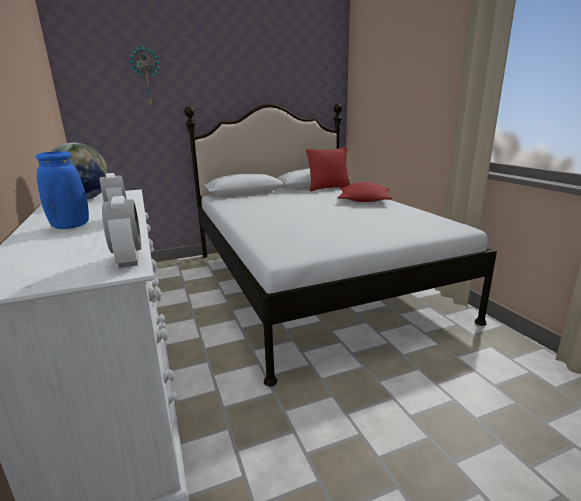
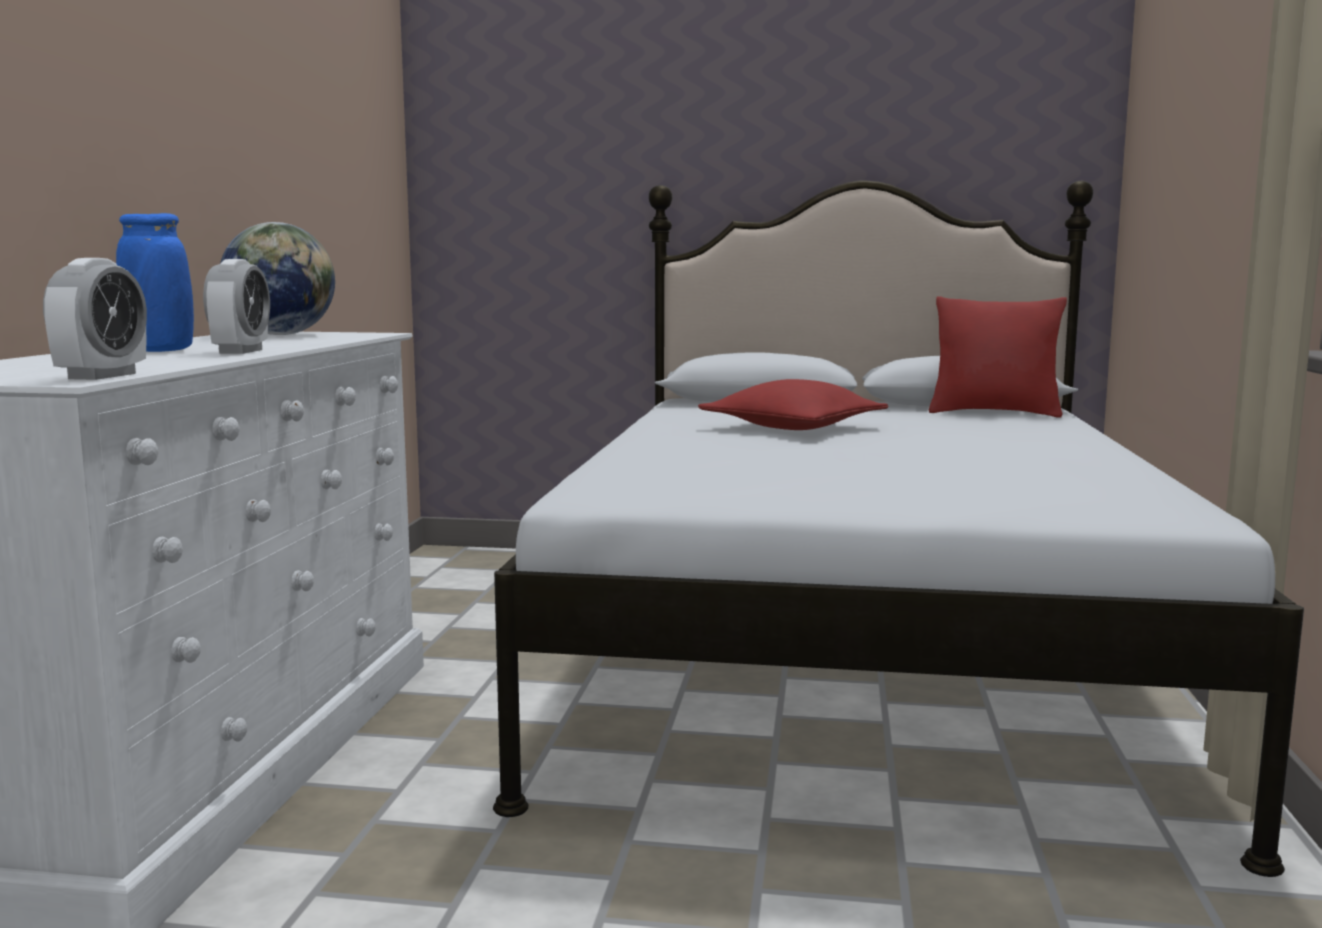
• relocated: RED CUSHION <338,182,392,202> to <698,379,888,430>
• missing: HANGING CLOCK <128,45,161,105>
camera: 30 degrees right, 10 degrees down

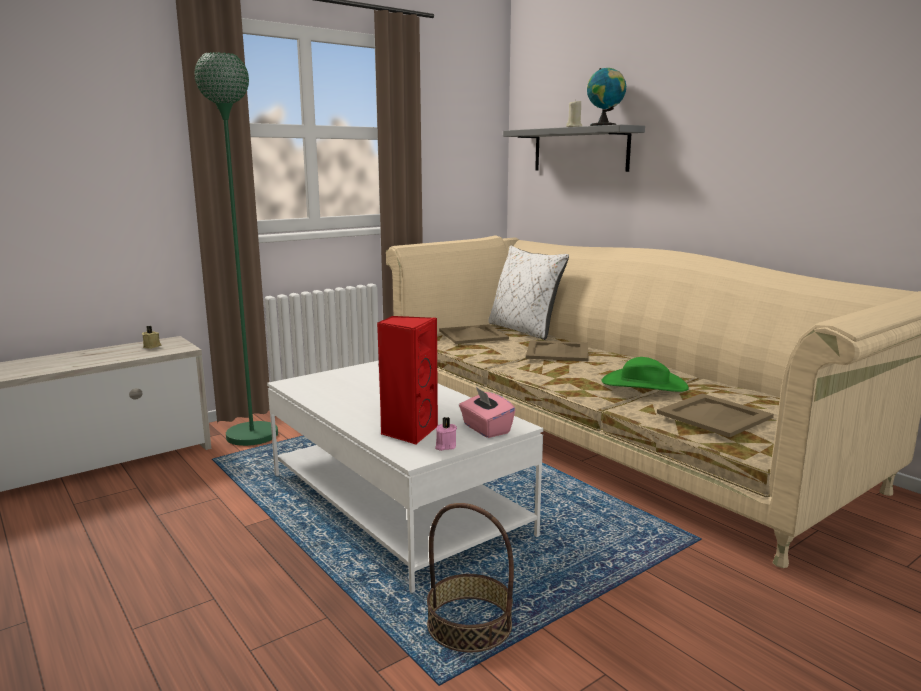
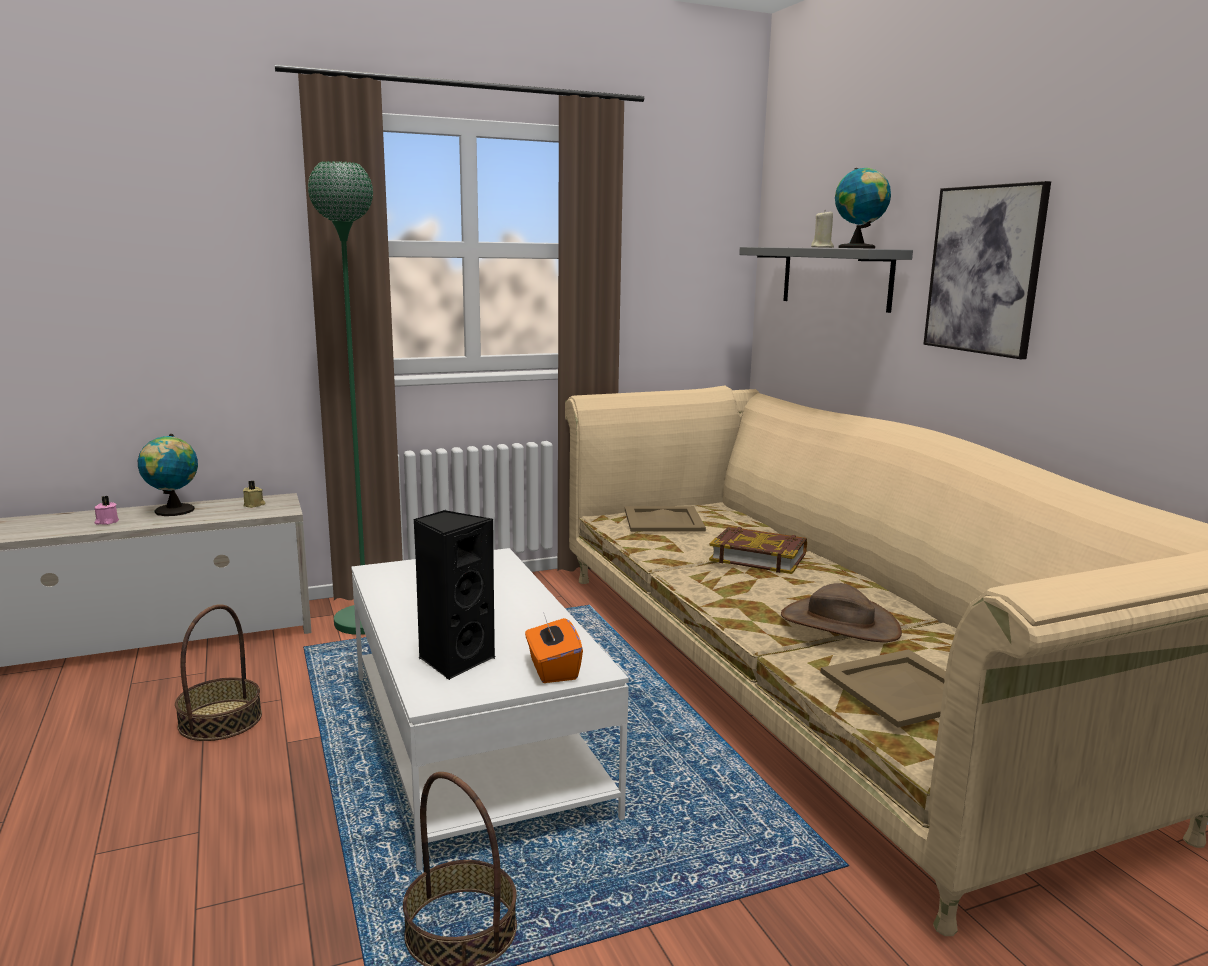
• relocated: PINKISH CANDLE <435,417,457,451> to <94,496,119,525>
• appeared: DESK GLOBE <138,434,198,516>
• appeared: STORAGE BASKET <175,604,262,741>
• colour: RED LOUDSPEAKER <377,316,438,445> to BLACK LOUDSPEAKER <414,510,495,680>
• colour: PINKISH TISSUE HOLDER <459,387,515,438> to ORANGE-COLOURED TISSUE HOLDER <525,612,583,683>
• exchanged: BEIGE CARRYING TRAY <526,340,588,361> to BOUND BOOK <709,526,807,574>
• colour: GREEN-COLOURED WEARABLE HAT <602,357,689,392> to BROWN WEARABLE HAT <781,583,902,642>
• appeared: PICTURE <923,181,1051,359>
• missing: WHITISH CUSHION <488,245,569,340>
camera: 15 degrees right, 0 degrees up

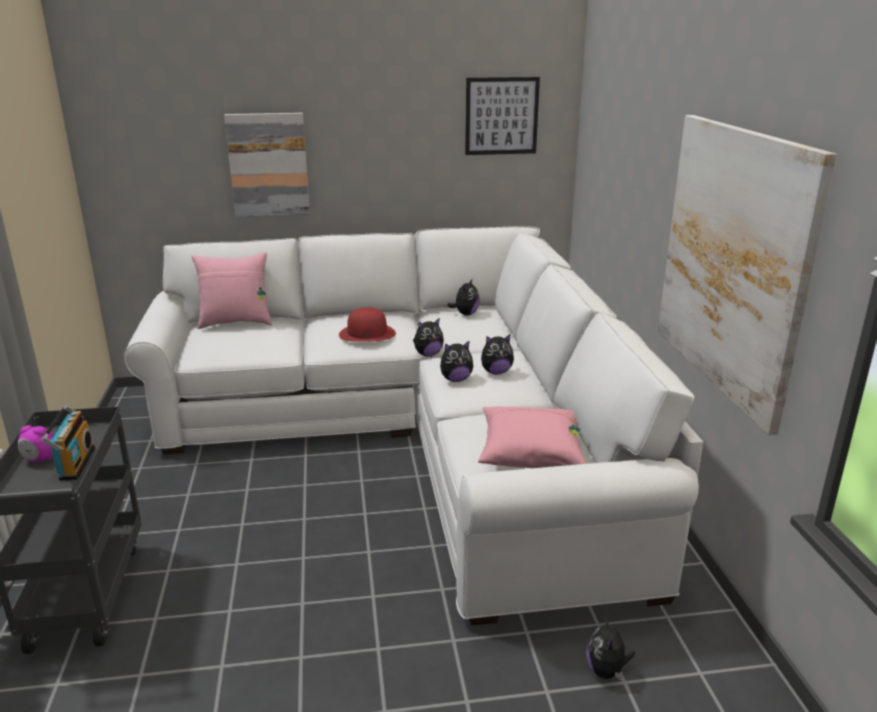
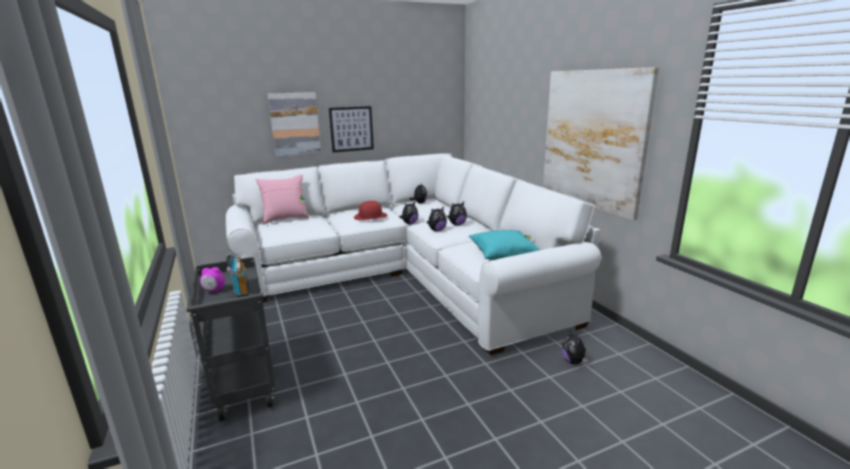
• relocated: PICTURE <465,77,540,155> to <329,106,374,153>
• colour: PINKISH CUSHION <478,406,586,468> to TURQUOISE CUSHION <469,230,540,260>
camera: 15 degrees left, 5 degrees down

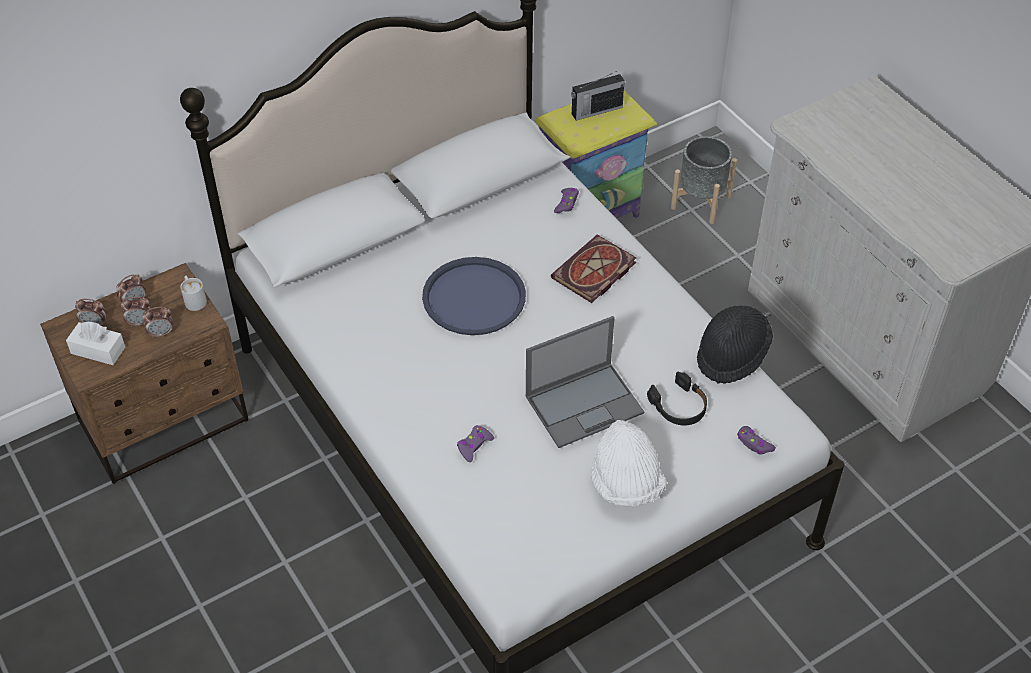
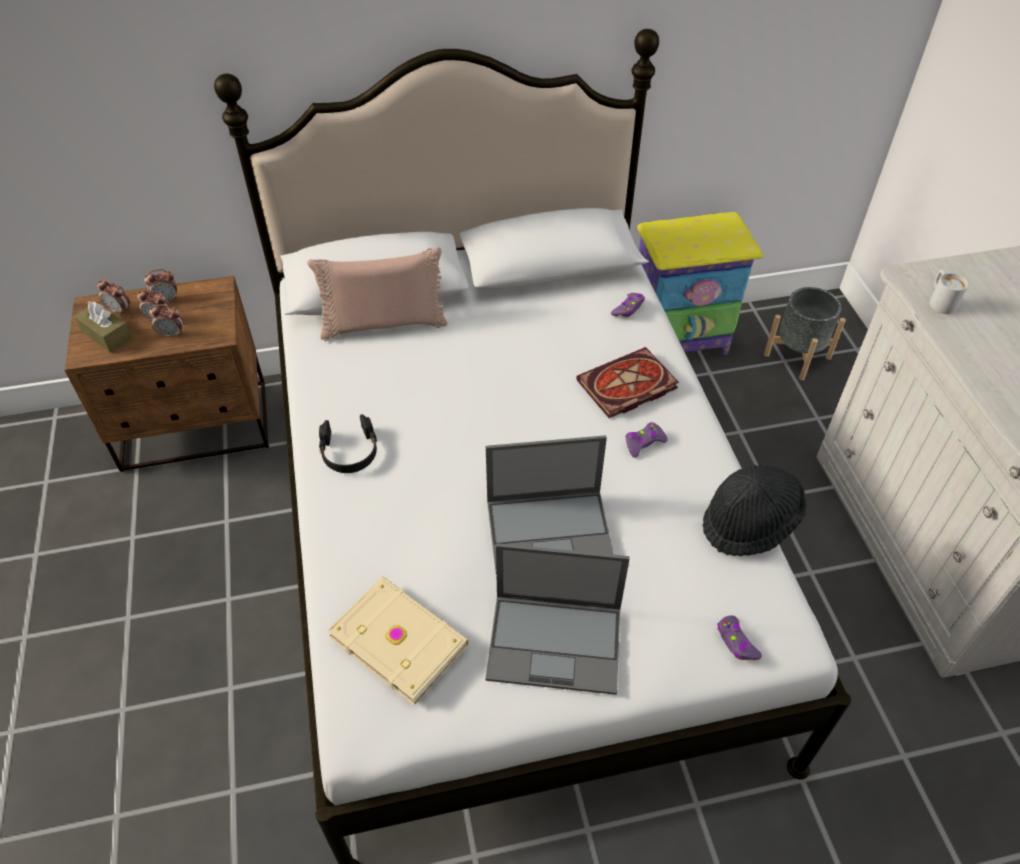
• colour: WHITISH TISSUE HOLDER <66,321,125,365> to BROWN TISSUE HOLDER <74,302,133,353>
• appeared: BEIGE CUSHION <307,247,447,342>
• relocated: BLACK PAIR OF HEADPHONES <647,371,707,426> to <319,414,377,473>
• appeared: BEIGE BOUND BOOK <327,576,469,705>
• exchanged: WHITISH WEARABLE HAT <590,420,667,506> to PORTABLE COMPUTER <485,543,630,695>
• relocated: PURPLE GAMEPAD <457,425,494,462> to <625,422,668,458>
• relocated: WHITISH COFFEE MUG <180,276,207,311> to <929,270,969,314>
• missing: BLUE-COLOURED CARRYING TRAY <422,257,526,335>
• missing: RADIO RECEIVER <571,73,625,121>
camera: 20 degrees right, 0 degrees up

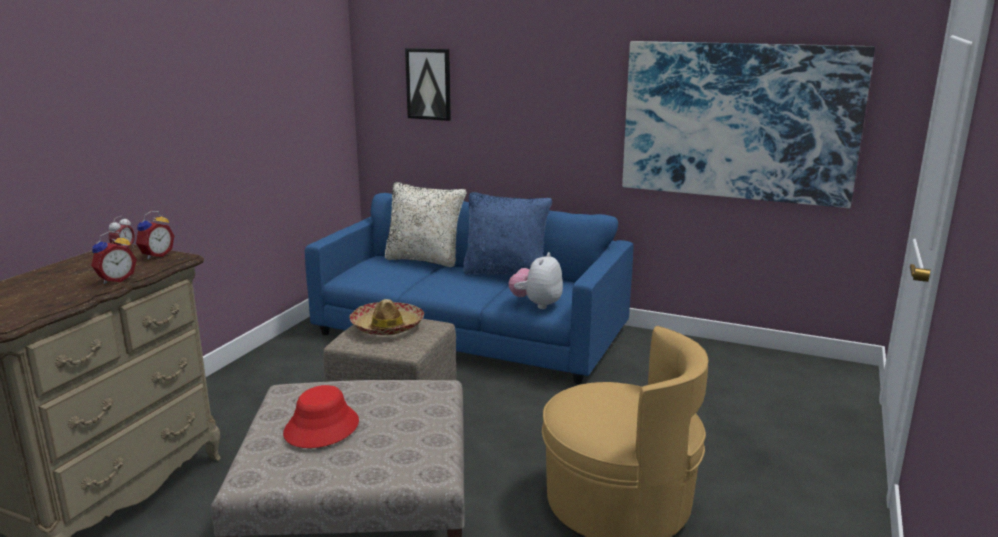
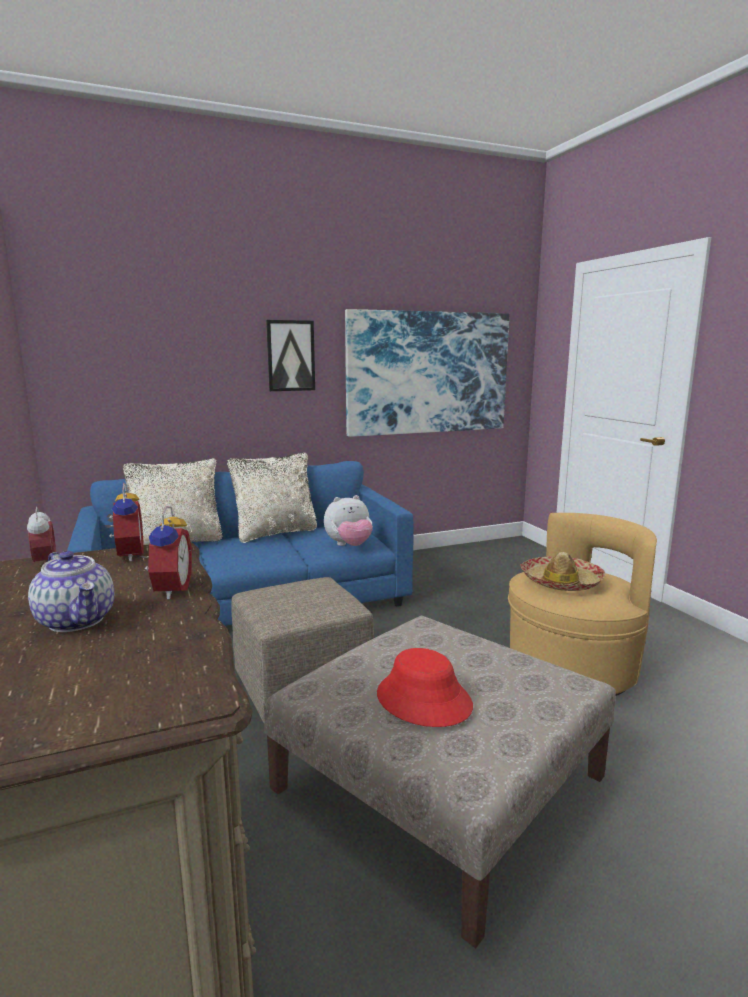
• appeared: TEAPOT <28,551,114,632>
• colour: BLUE-COLOURED CUSHION <463,192,553,275> to BEIGE CUSHION <227,452,317,543>
• relocated: PICTURE <405,48,451,121> to <266,320,315,391>
• spun: CUDDLY TOY <509,252,563,309> = <324,495,373,546> 90 degrees counterclockwise
• relocated: WEARABLE HAT <350,299,424,335> to <520,552,605,591>
camera: 45 degrees left, 5 degrees down

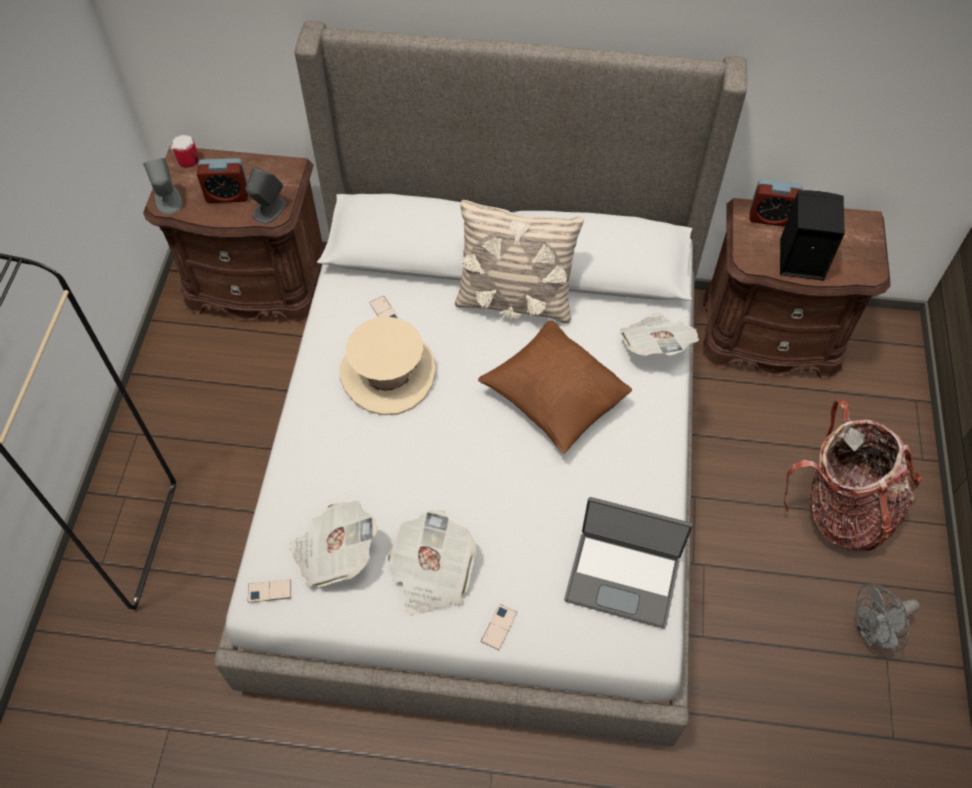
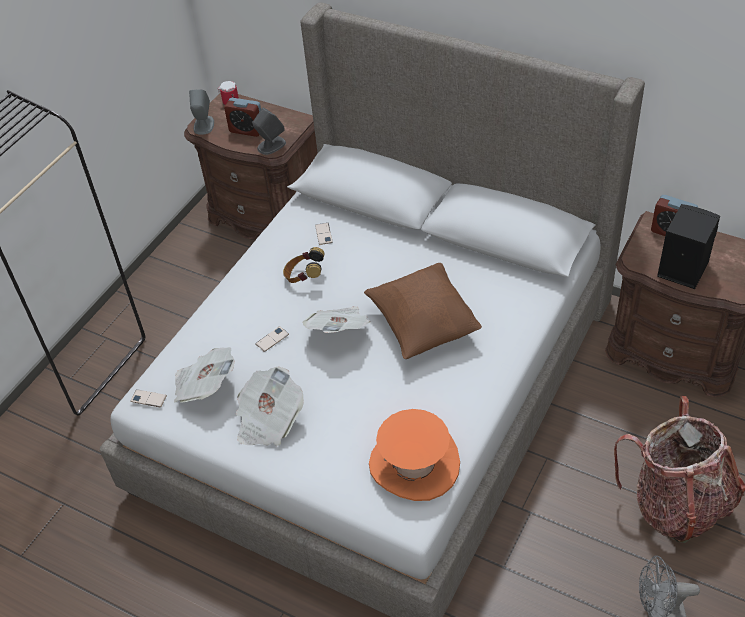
• relocated: TELEPHONE <481,604,517,650> to <255,326,289,352>
• exchanged: BEIGE WEARABLE HAT <339,317,436,415> to PAIR OF HEADPHONES <283,247,325,283>
• relocated: DAILY PAPER <620,313,699,356> to <303,306,371,333>
• exchanged: PORTABLE COMPUTER <564,497,693,628> to ORANGE-COLOURED WEARABLE HAT <369,409,460,501>
• missing: BEIGE CUSHION <455,200,584,324>
camera: 25 degrees right, 10 degrees down

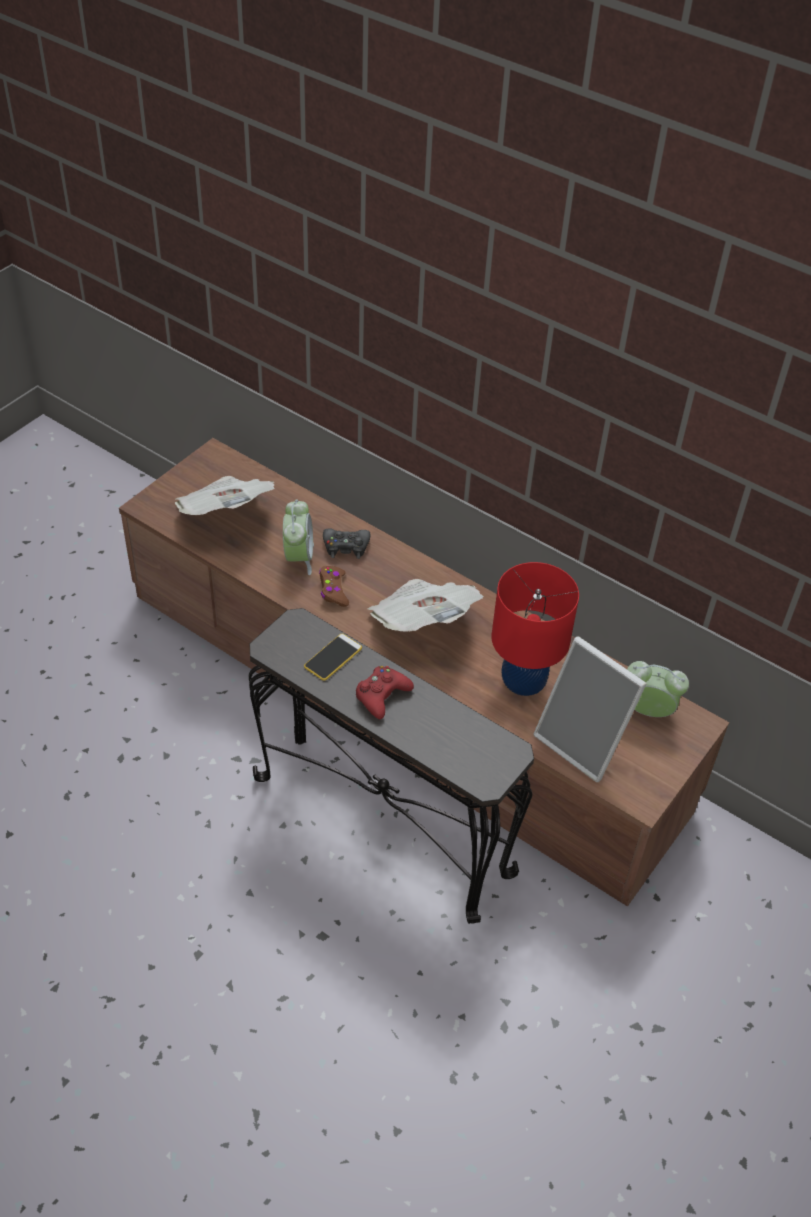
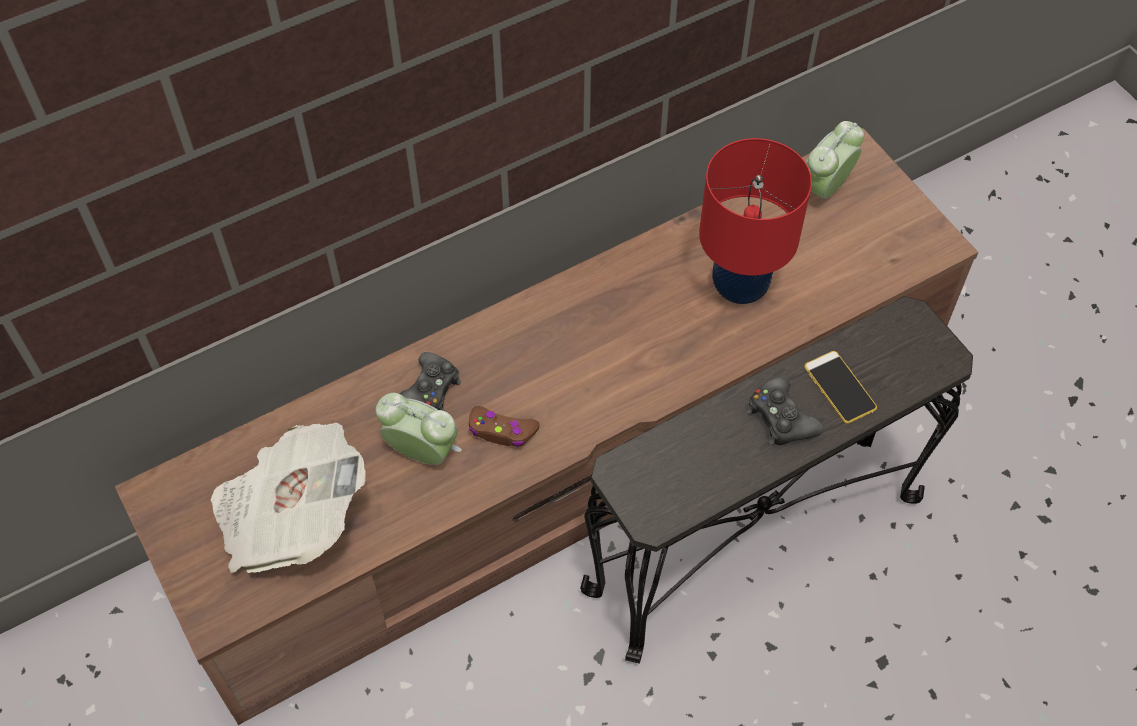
• colour: RED GAMEPAD <356,666,414,719> to BLACK GAMEPAD <747,376,824,445>
• relocated: TELEPHONE <304,634,362,681> to <804,351,877,424>
• missing: DAILY PAPER <367,579,483,632>
• missing: STANDING FRAME <533,636,646,782>
camera: 65 degrees left, 10 degrees up

